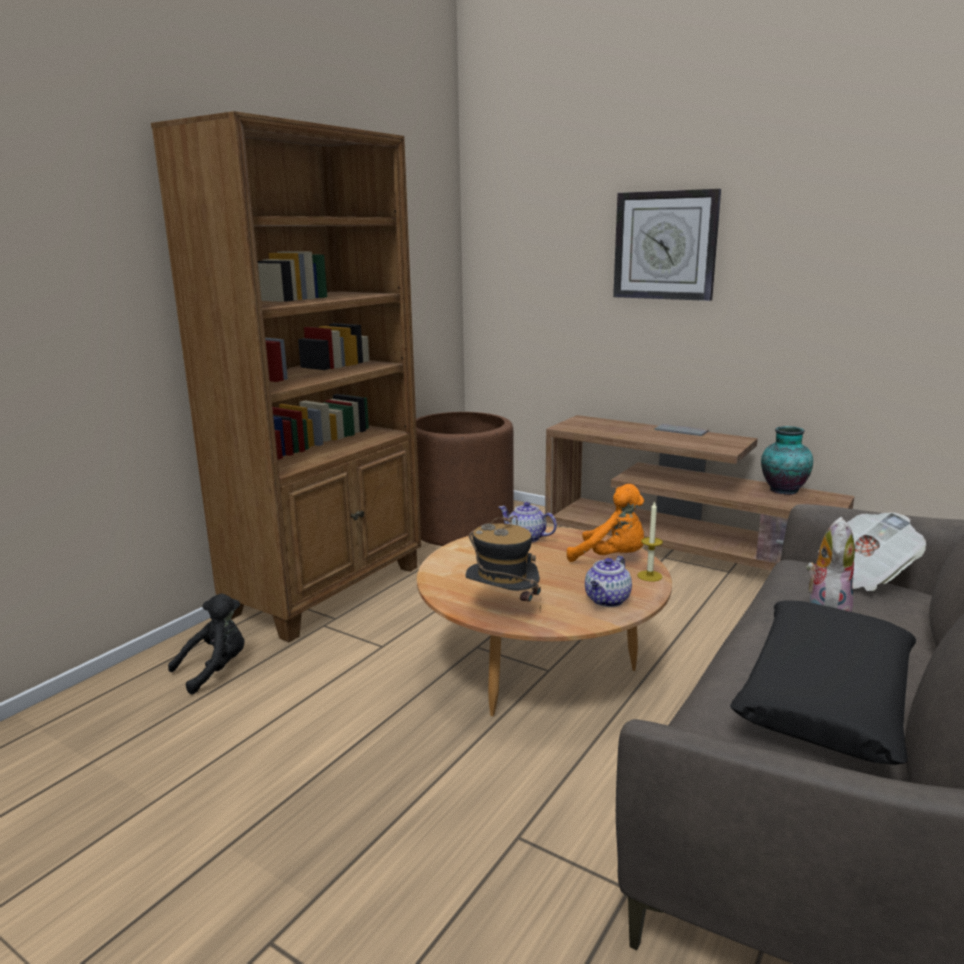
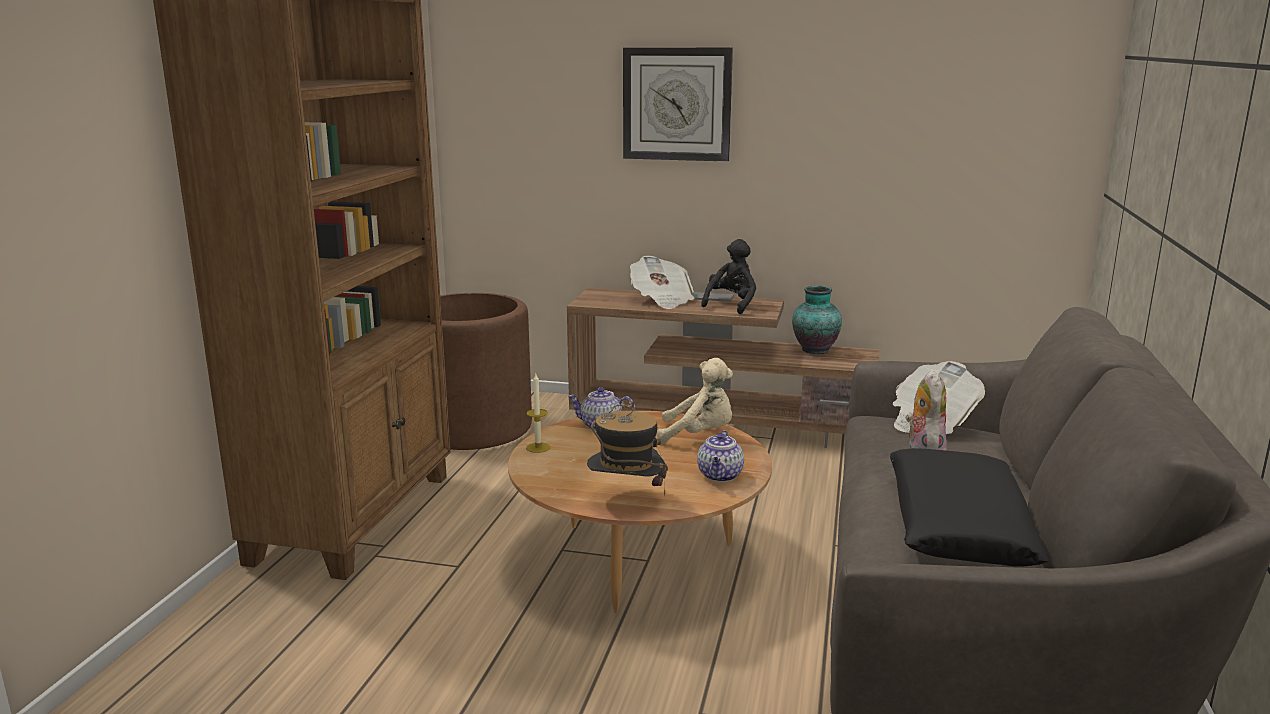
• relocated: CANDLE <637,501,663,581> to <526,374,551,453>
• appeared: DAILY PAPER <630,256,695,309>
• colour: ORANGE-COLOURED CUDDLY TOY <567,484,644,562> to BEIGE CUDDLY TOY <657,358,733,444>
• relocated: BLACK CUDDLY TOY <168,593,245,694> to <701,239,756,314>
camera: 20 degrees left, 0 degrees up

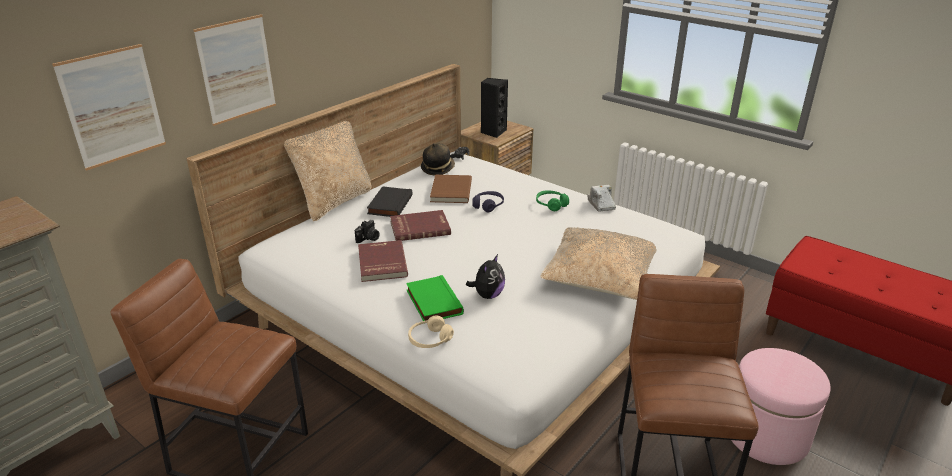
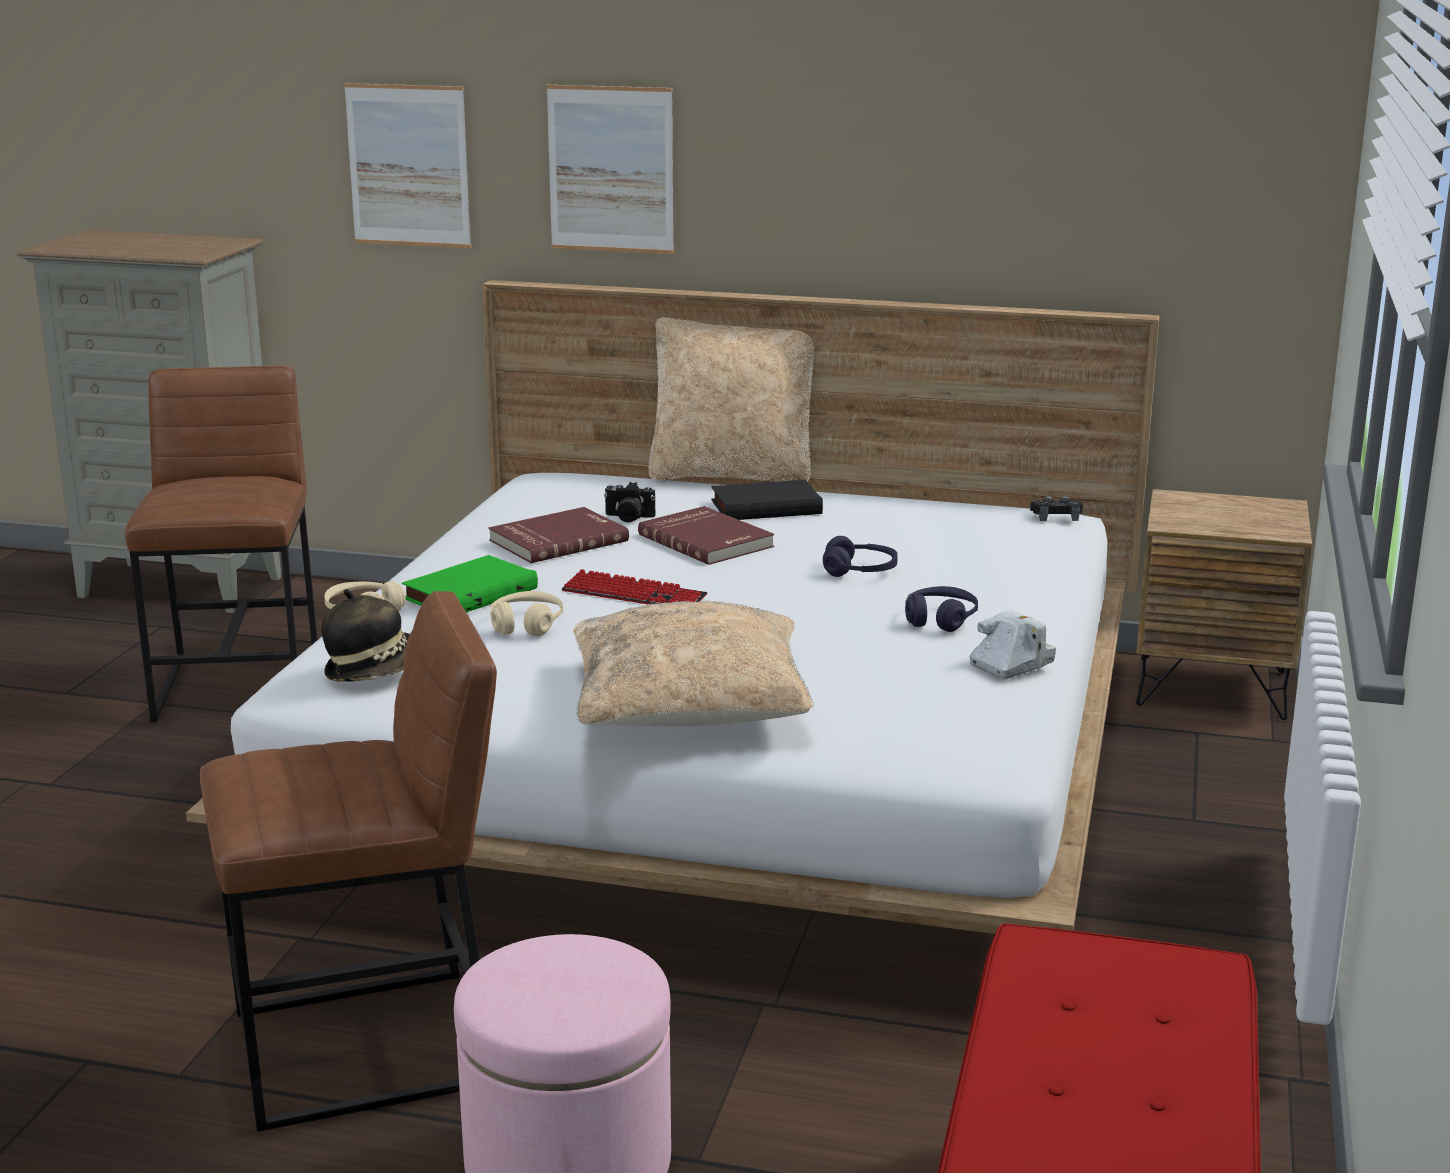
• relocated: WEARABLE HAT <421,143,455,175> to <321,589,410,682>
• exchanged: CUDDLY TOY <466,254,505,299> to BEIGE PAIR OF HEADPHONES <490,591,563,636>
• appeared: KEYBOARD <562,569,707,604>
• colour: GREEN-COLOURED PAIR OF HEADPHONES <536,191,569,211> to PURPLE PAIR OF HEADPHONES <905,586,978,632>
• missing: BROWN BOUND BOOK <430,175,472,203>
• missing: BLACK LOUDSPEAKER <481,78,508,138>
camera: 65 degrees right, 10 degrees down

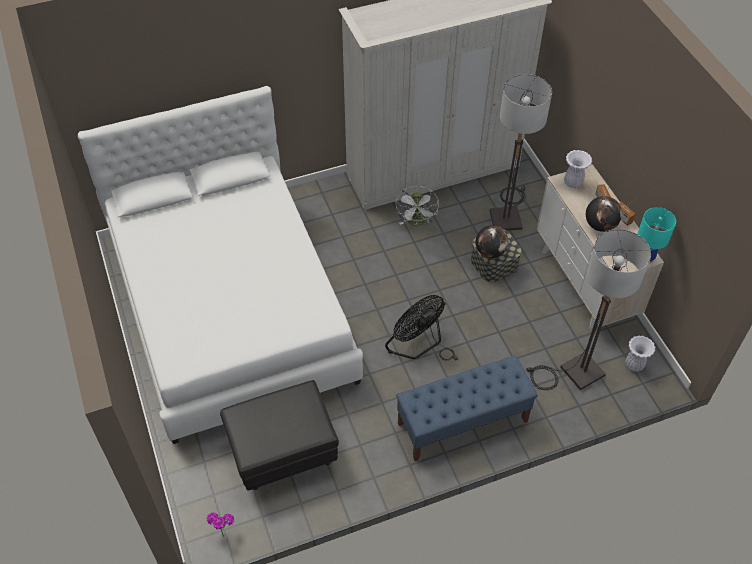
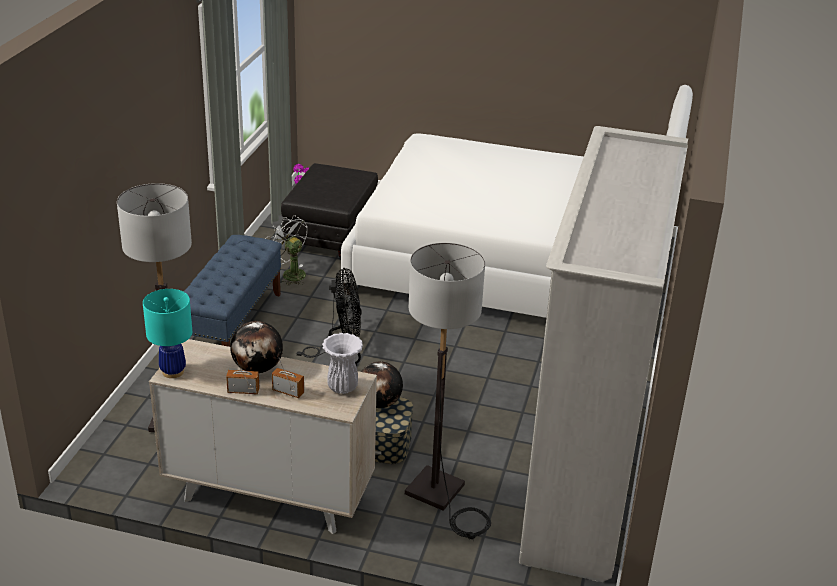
• relocated: WHITISH COOLING FAN <395,186,439,226> to <266,215,307,285>
• missing: WHITISH VASE <625,335,655,372>
camera: 125 degrees right, 20 degrees down

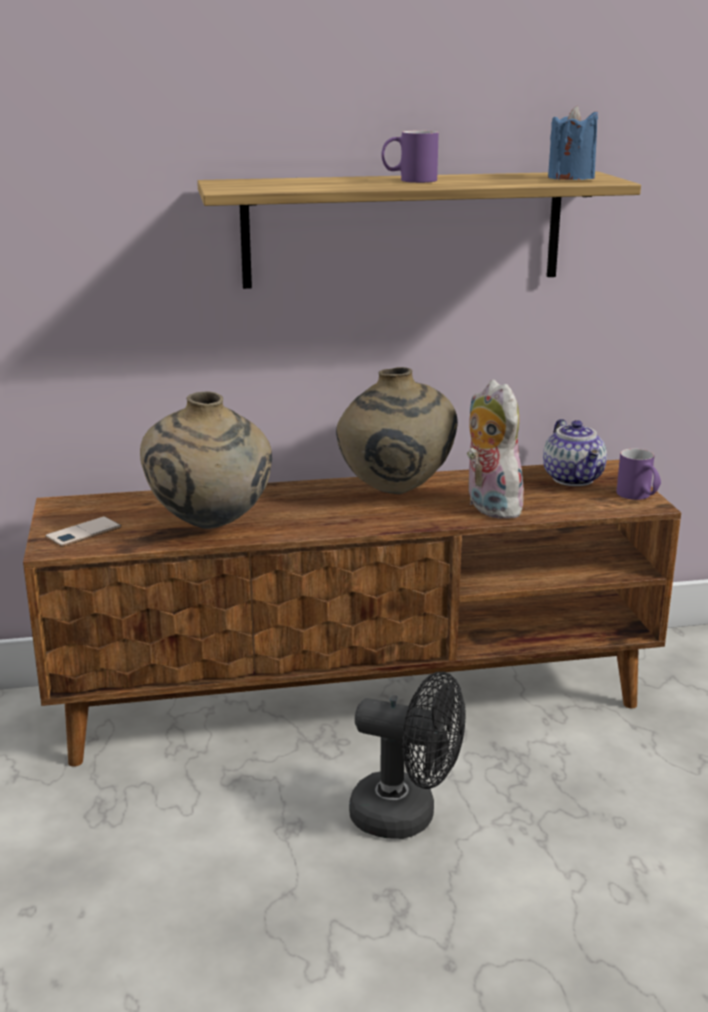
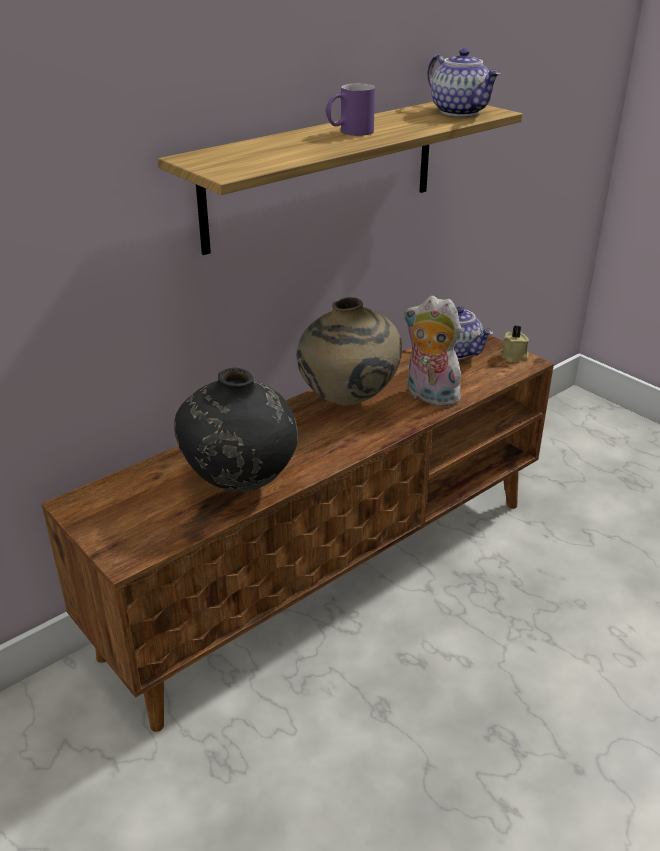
• colour: BEIGE VASE <140,392,272,529> to BLACK VASE <174,368,298,492>
• exchanged: BLUE-COLOURED CANDLE <548,106,598,180> to TEAPOT <428,48,501,117>
• exchanged: PURPLE COFFEE MUG <616,448,661,500> to BEIGE CANDLE <501,325,529,362>
• missing: TELEPHONE <45,516,121,547>
• missing: BLACK COOLING FAN <349,672,466,839>
camera: 30 degrees left, 10 degrees up

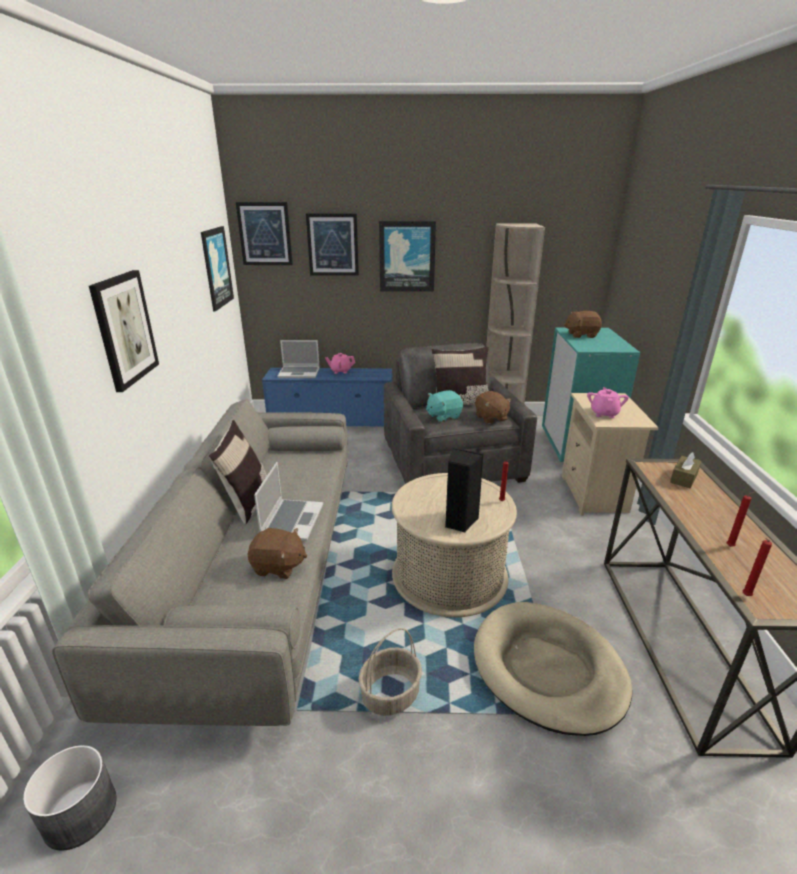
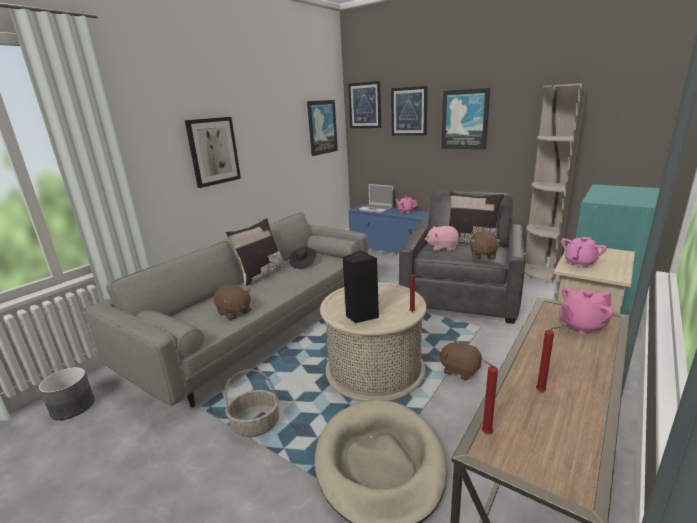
• appeared: BLACK WEARABLE HAT <289,247,316,269>
• colour: TURQUOISE CUDDLY TOY <426,390,463,422> to PINKISH CUDDLY TOY <425,226,460,251>
• relocated: BROWN CUDDLY TOY <564,311,602,338> to <438,339,482,380>
• exchanged: BROWN TISSUE HOLDER <670,452,701,488> to PINKISH TEAPOT <559,287,614,335>
• missing: PORTABLE COMPUTER <254,462,323,541>
camera: 35 degrees right, 5 degrees down

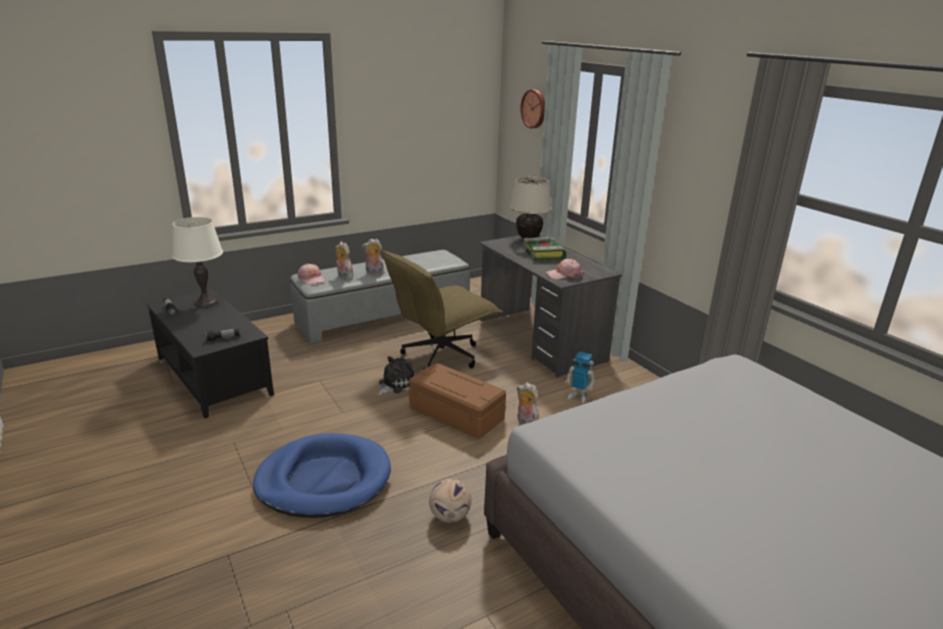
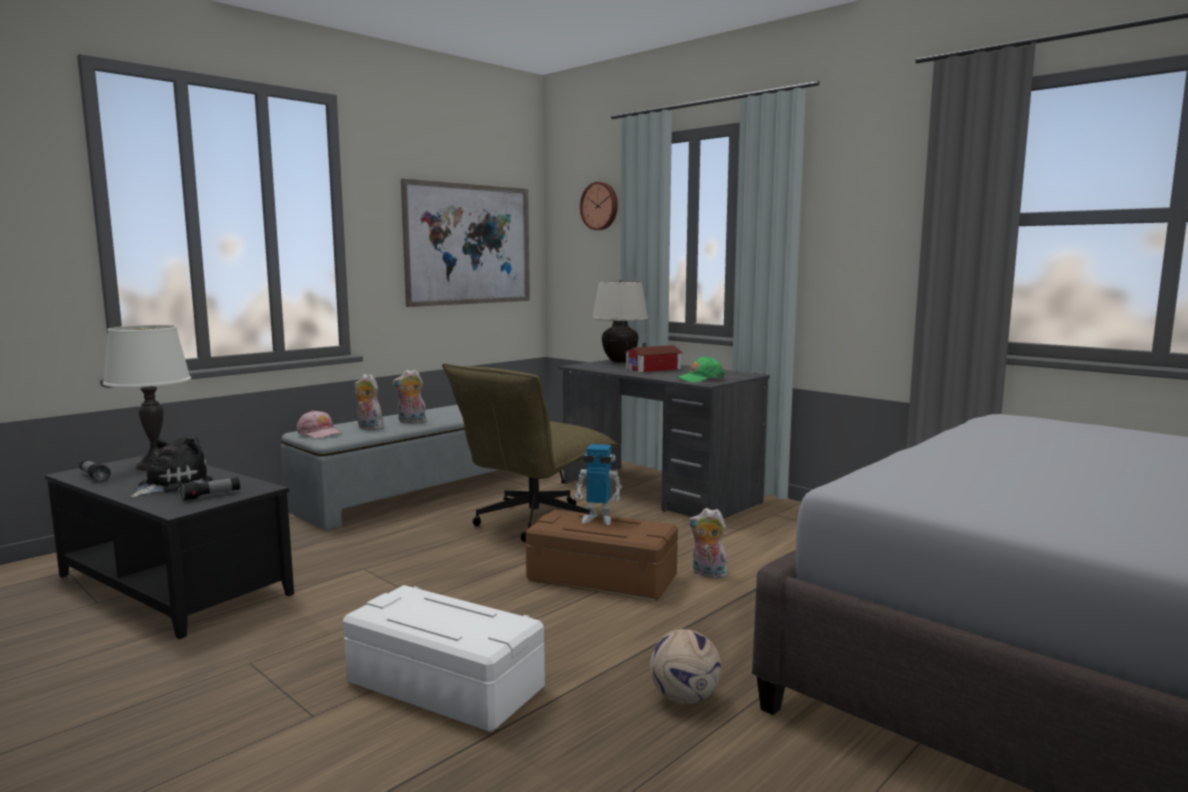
• relocated: CUDDLY TOY <378,356,414,395> to <130,437,213,498>
• exchanged: BLUE-COLOURED DOG BED <253,433,391,518> to WHITISH STORAGE BIN <343,585,545,732>
• appeared: PICTURE <401,179,530,307>
• relocated: ROBOT FIGURE <565,351,595,403> to <574,444,622,525>
• exchanged: BOUND BOOK <523,237,567,261> to MODEL HOUSE <624,343,683,372>
• colour: PINKISH PEAKED CAP <546,259,583,279> to GREEN-COLOURED PEAKED CAP <676,356,726,382>
camera: 15 degrees left, 15 degrees down

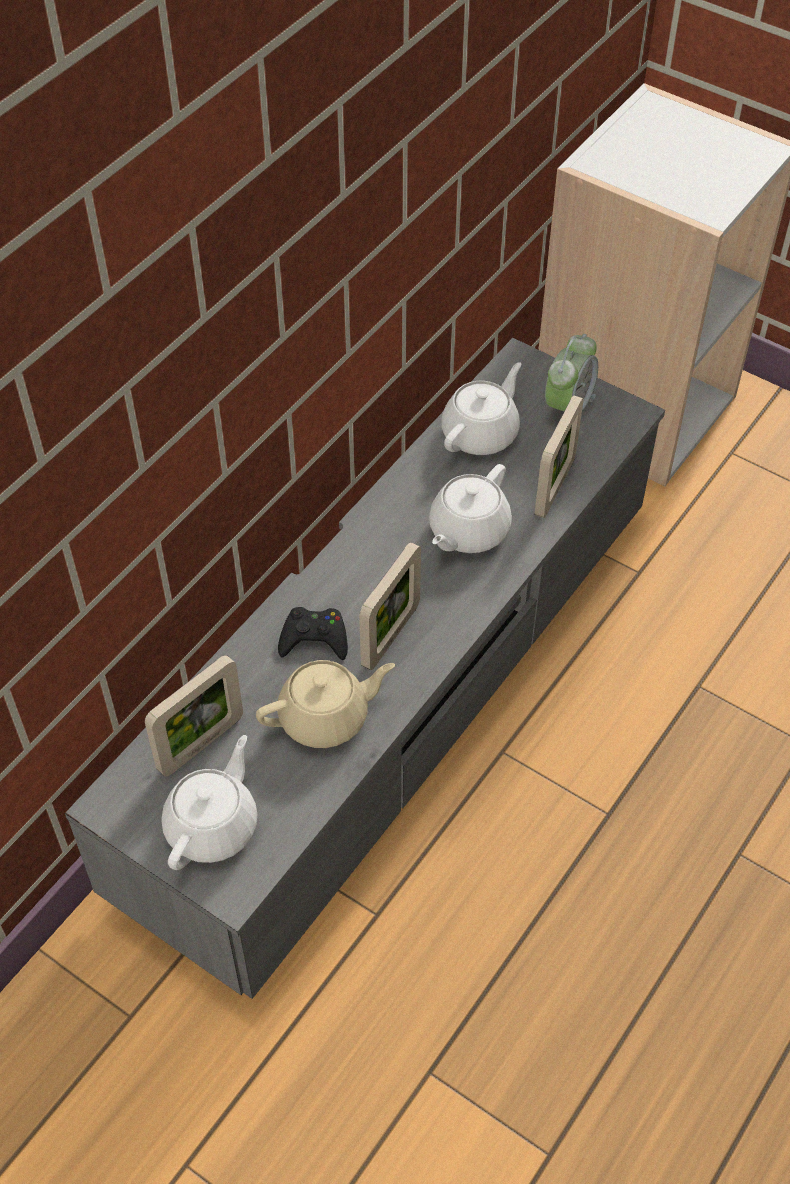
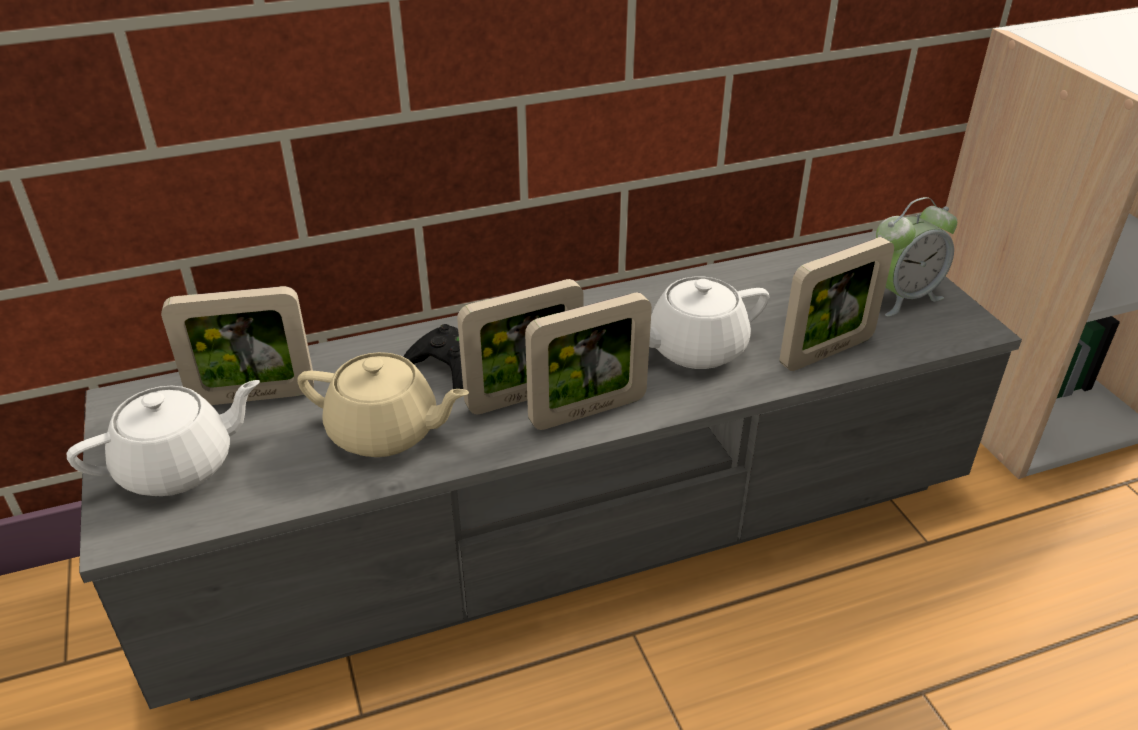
• appeared: STANDING FRAME <525,292,652,430>
• missing: WHITISH TEAPOT <441,362,521,455>
camera: 35 degrees right, 15 degrees down

